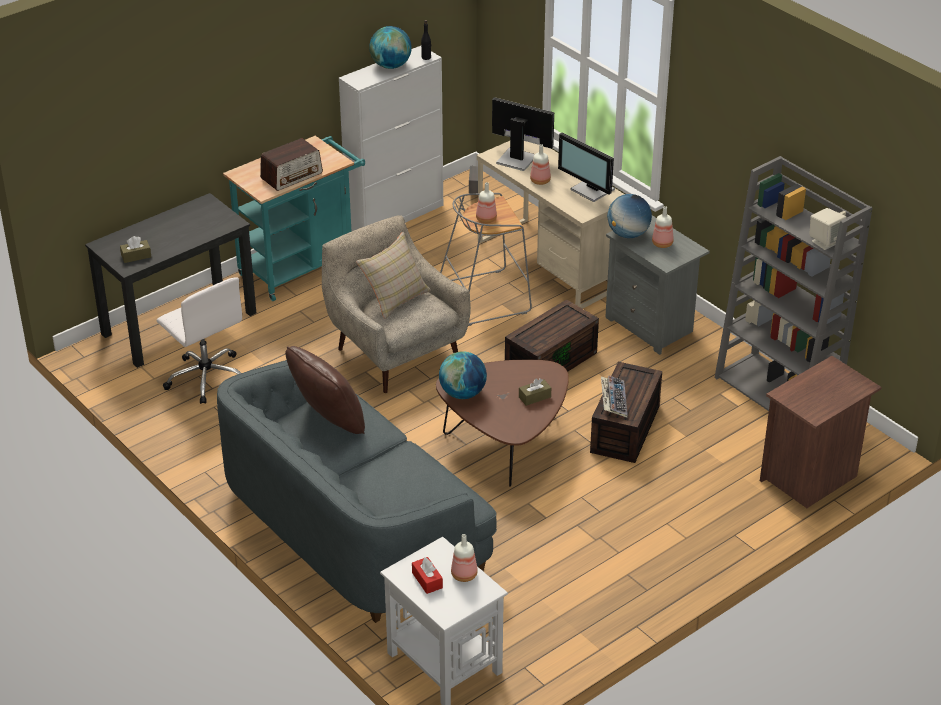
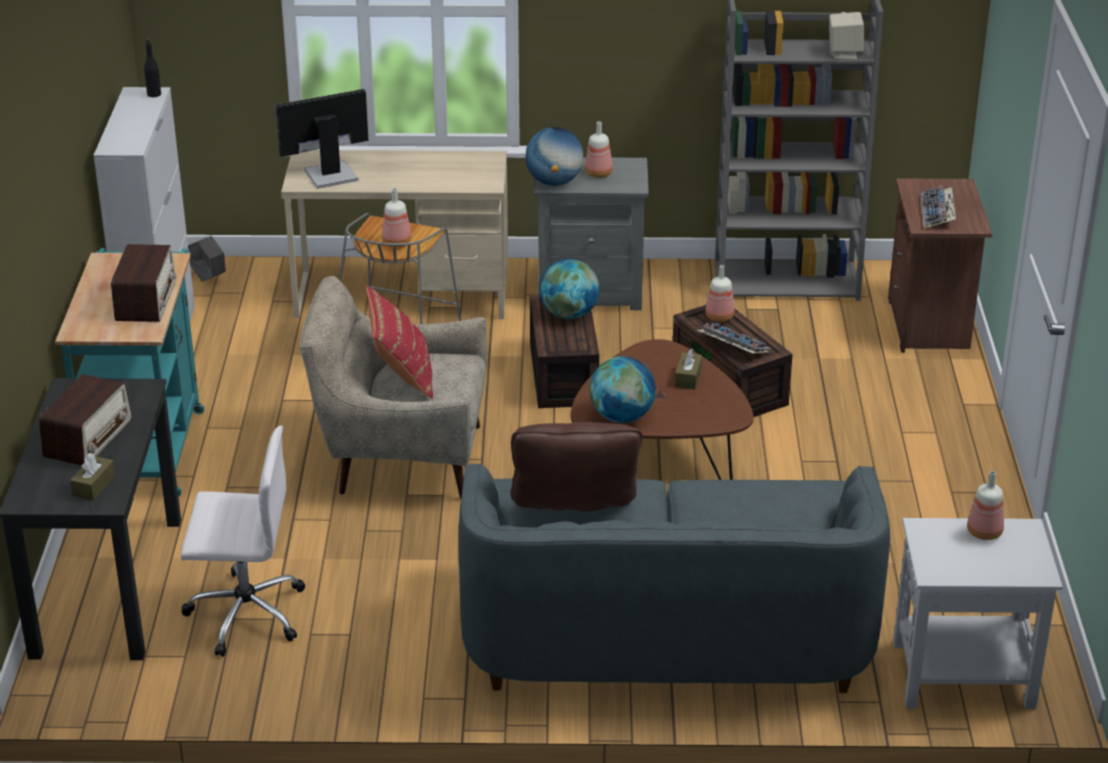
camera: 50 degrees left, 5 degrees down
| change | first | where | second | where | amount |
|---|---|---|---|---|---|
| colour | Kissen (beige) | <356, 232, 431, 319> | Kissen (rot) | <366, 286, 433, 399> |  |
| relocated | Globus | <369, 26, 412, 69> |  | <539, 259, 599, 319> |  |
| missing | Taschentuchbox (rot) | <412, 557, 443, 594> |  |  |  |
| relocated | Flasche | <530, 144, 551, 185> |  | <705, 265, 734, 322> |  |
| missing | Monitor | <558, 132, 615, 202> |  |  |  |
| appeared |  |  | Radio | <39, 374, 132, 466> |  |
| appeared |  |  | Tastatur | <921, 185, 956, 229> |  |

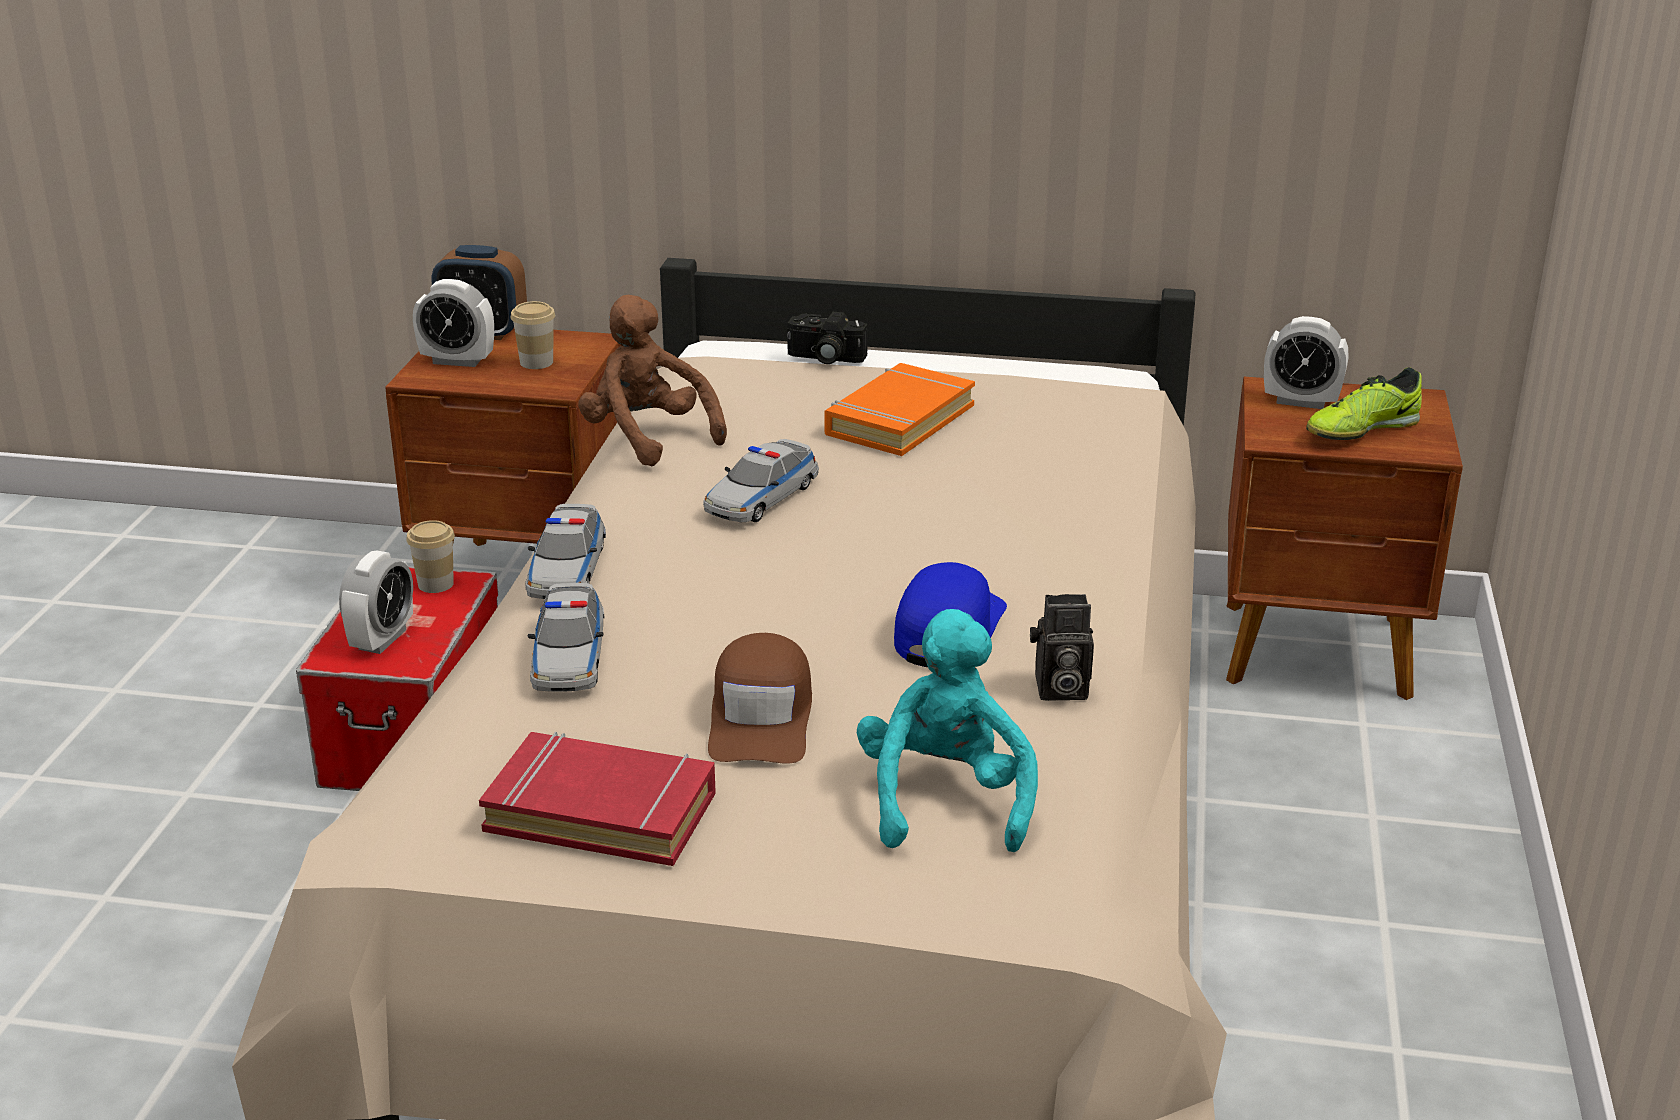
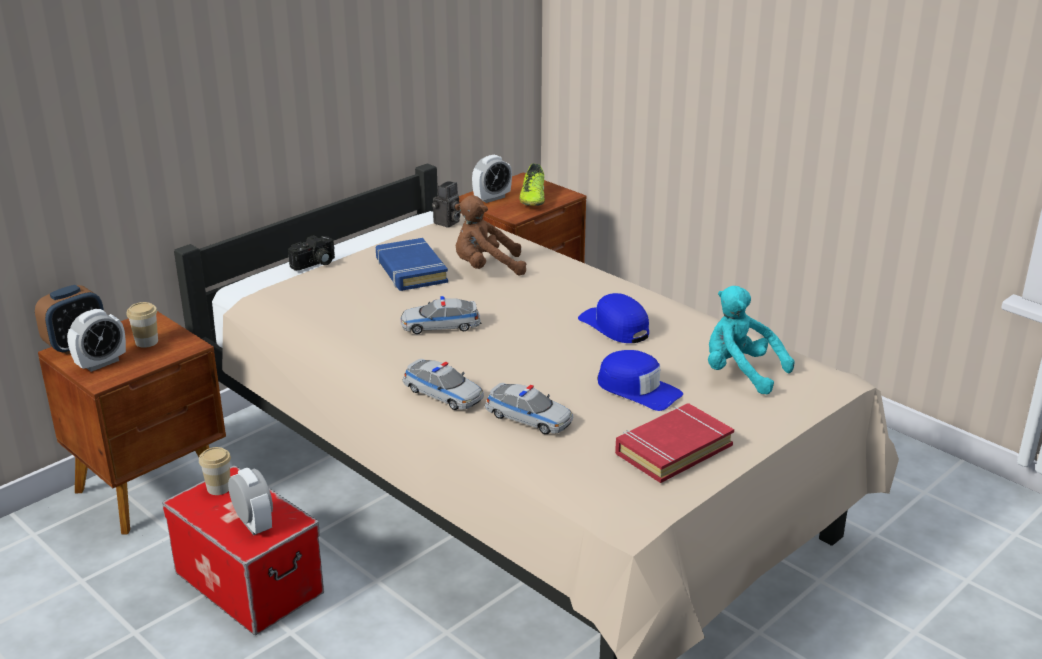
camera: 55 degrees left, 0 degrees up
| change | first | where | second | where | amount |
|---|---|---|---|---|---|
| relocated | Plüschtier (braun) | <578, 295, 727, 466> |  | <455, 195, 526, 276> |  |
| spun | Spielzeugauto | <703, 439, 819, 522> |  | <400, 296, 482, 334> | 105 degrees clockwise |
| colour | Kappe (braun) | <708, 633, 812, 764> | Kappe (blau) | <597, 350, 683, 411> |  |
| colour | Buch (orange) | <824, 363, 975, 456> | Buch (blau) | <376, 238, 448, 291> |  |
| relocated | Kamera | <1030, 594, 1094, 701> |  | <432, 181, 461, 228> |  |

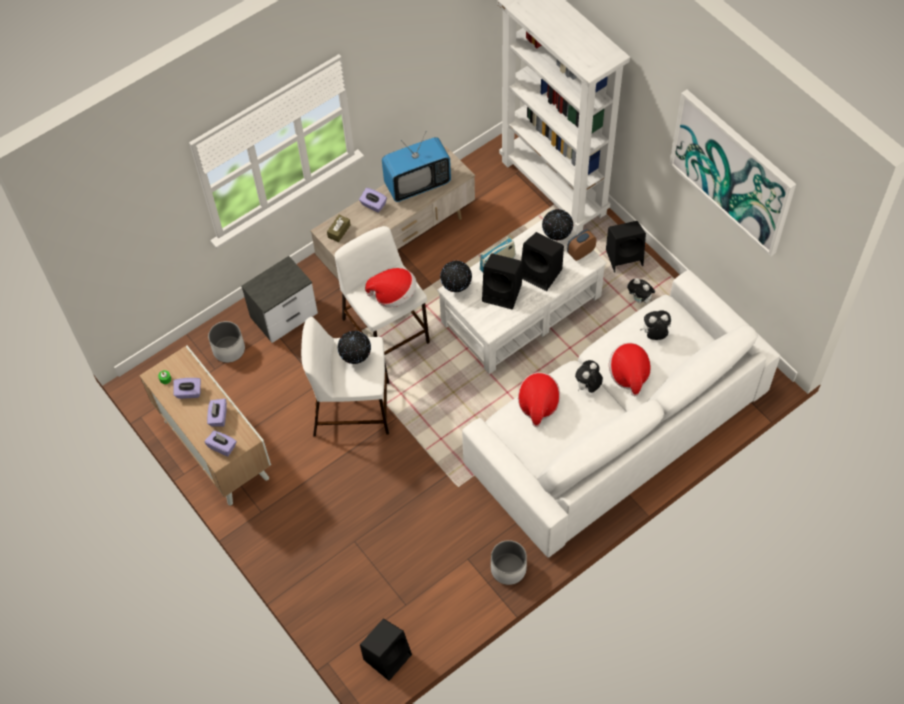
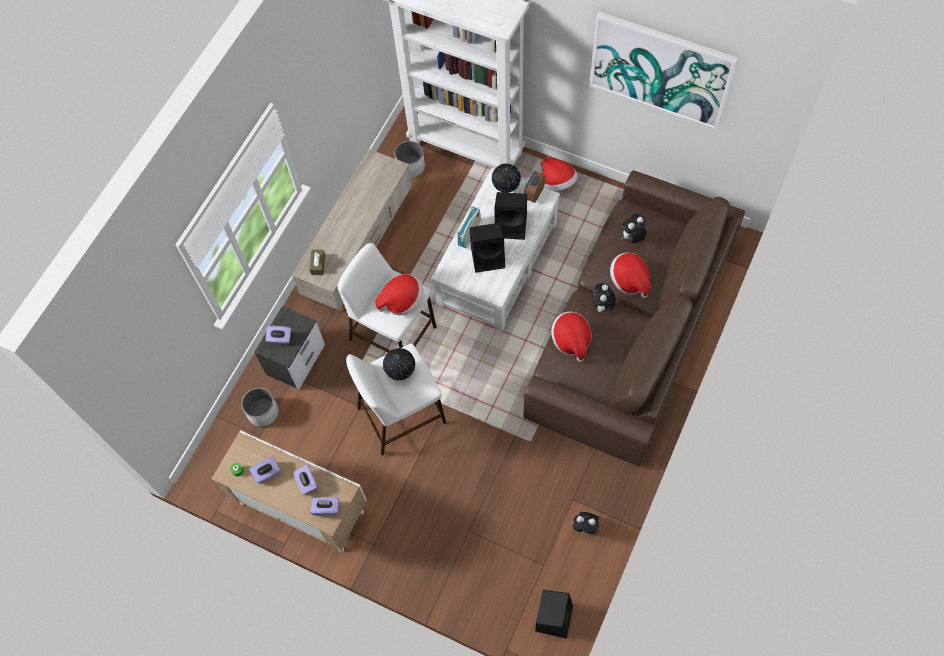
camera: 25 degrees left, 5 degrees up
| change | first | where | second | where | amount |
|---|---|---|---|---|---|
| relocated | Taschentuchbox (lila) | <359, 188, 387, 213> |  | <265, 326, 291, 345> |  |
| missing | Fernseher | <382, 131, 451, 202> |  |  |  |
| missing | Globus | <440, 261, 472, 292> |  |  |  |
| colour | Sofa (weiß) | <462, 270, 780, 558> | Sofa (braun) | <524, 170, 745, 467> |  |
| relocated | Pflanzkübel (weiß) | <491, 540, 527, 585> |  | <395, 141, 425, 178> |  |
| exchanged | Lautsprecher (schwarz) | <606, 221, 646, 273> | Hut | <540, 158, 578, 191> |  |
| relocated | Plüschtier | <627, 278, 655, 303> |  | <572, 512, 601, 534> |  |

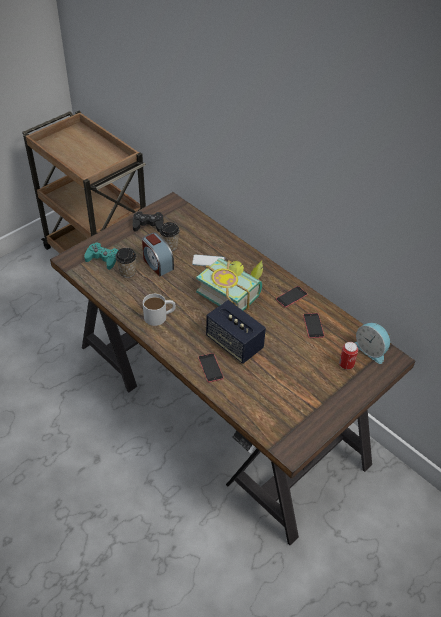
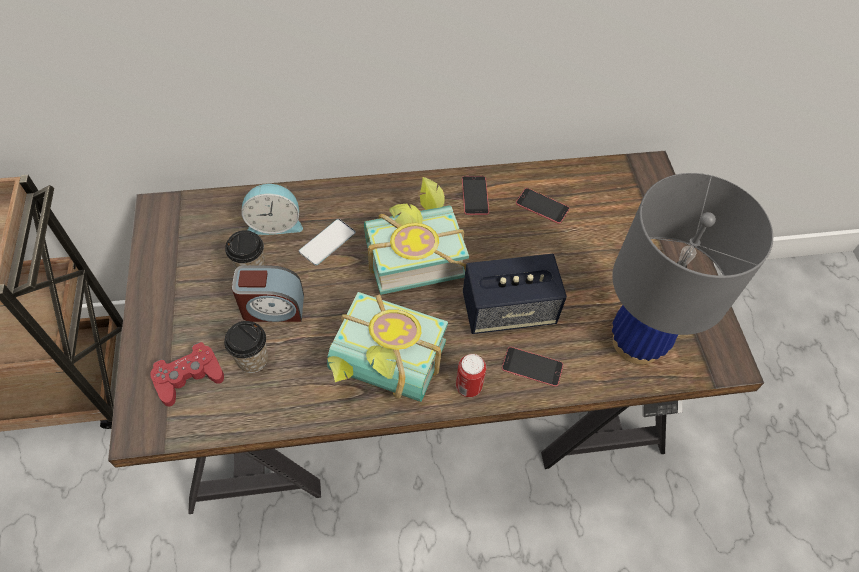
camera: 55 degrees left, 10 degrees up
| change | first | where | second | where | amount |
|---|---|---|---|---|---|
| colour | Gamepad (türkis) | <84, 242, 118, 270> | Gamepad (rot) | <150, 342, 224, 407> |  |
| missing | Gamepad (schwarz) | <132, 211, 164, 232> |  |  |  |
| exchanged | Henkelbecher (weiß) | <143, 294, 176, 326> | Buch | <327, 292, 448, 402> |  |
| relocated | Dose | <339, 342, 358, 370> |  | <456, 354, 486, 397> |  |
| relocated | Wecker | <355, 323, 390, 364> |  | <241, 184, 303, 235> |  |
| appeared |  |  | Tischlampe (grau) | <612, 173, 773, 364> |  |

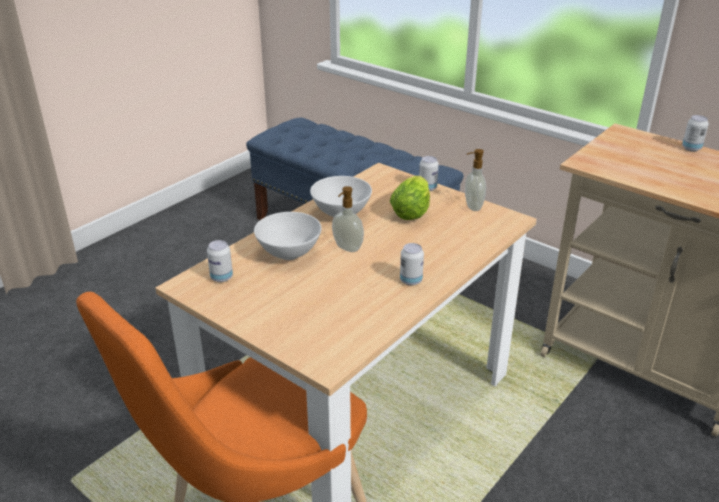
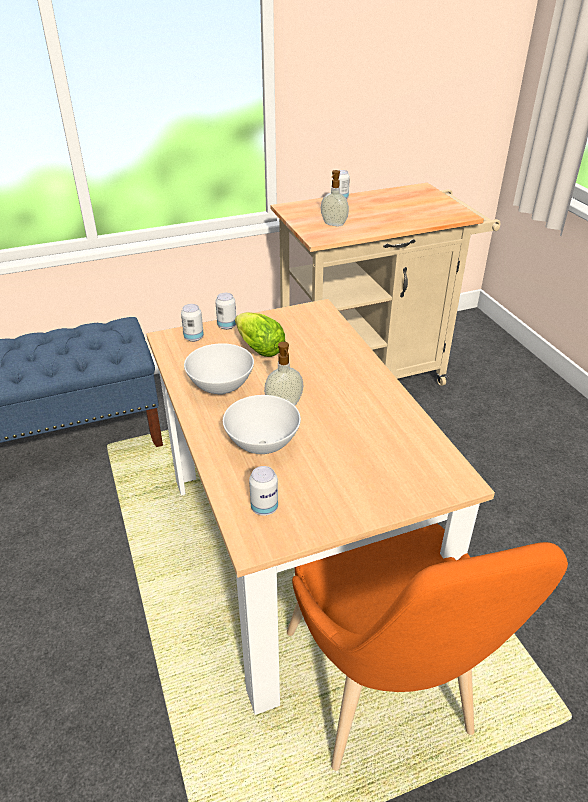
camera: 60 degrees left, 5 degrees up
| change | first | where | second | where | amount |
|---|---|---|---|---|---|
| relocated | Dose | <400, 243, 424, 286> |  | <181, 304, 204, 342> |  |
| relocated | Seifenspender | <465, 149, 486, 211> |  | <321, 170, 349, 226> |  |

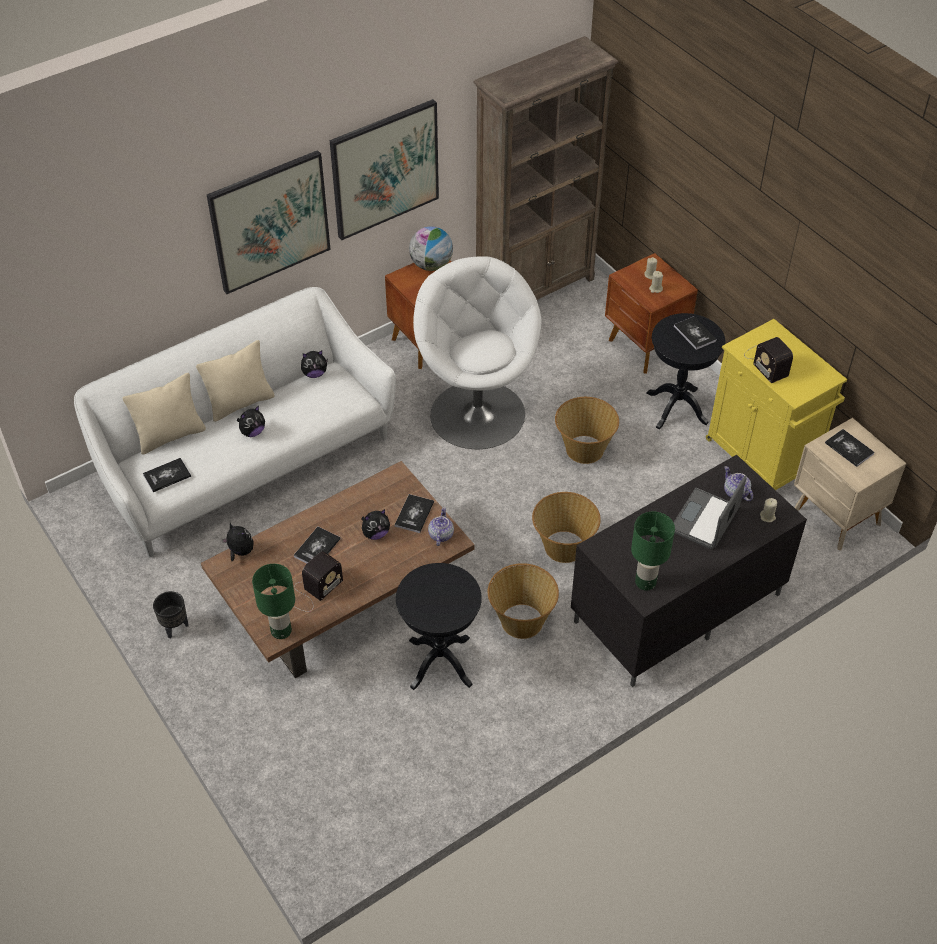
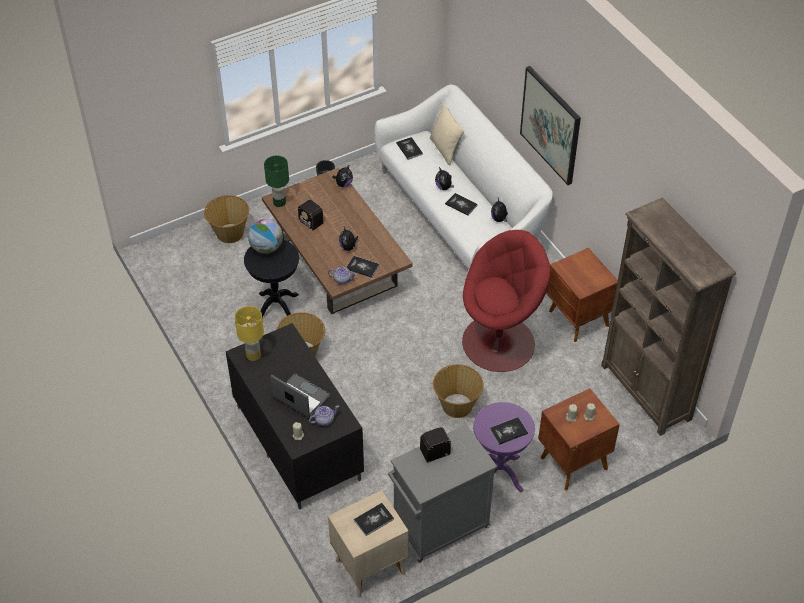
camera: 95 degrees right, 0 degrees up
| change | first | where | second | where | amount |
|---|---|---|---|---|---|
| missing | Kissen (beige) | <196, 340, 275, 422> |  |  |  |
| relocated | Buch | <294, 527, 341, 563> |  | <445, 193, 478, 216> |  |
| missing | Bild | <330, 99, 439, 240> |  |  |  |
| relocated | Globus | <409, 226, 453, 271> |  | <248, 219, 283, 254> |  |
| colour | Sessel (weiß) | <413, 256, 542, 449> | Sessel (rot) | <462, 230, 551, 372> |  |
| relocated | Korb | <532, 492, 601, 563> |  | <204, 195, 249, 243> |  |
| colour | Tischlampe (grün) | <631, 511, 675, 591> | Tischlampe (gelb) | <235, 306, 264, 361> |  |
| colour | Beistelltisch (schwarz) | <646, 313, 725, 429> | Beistelltisch (lila) | <473, 402, 535, 492> |  |
| colour | Schrank (gelb) | <706, 319, 847, 490> | Schrank (grau) | <388, 424, 497, 563> |  |

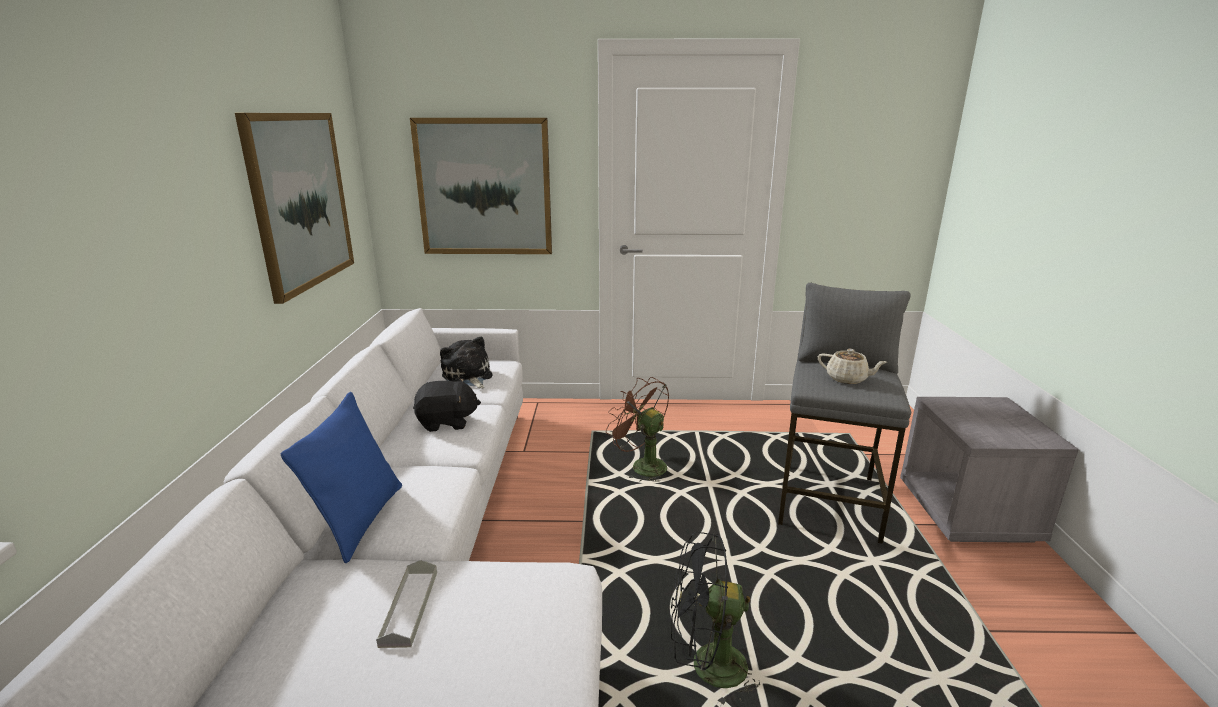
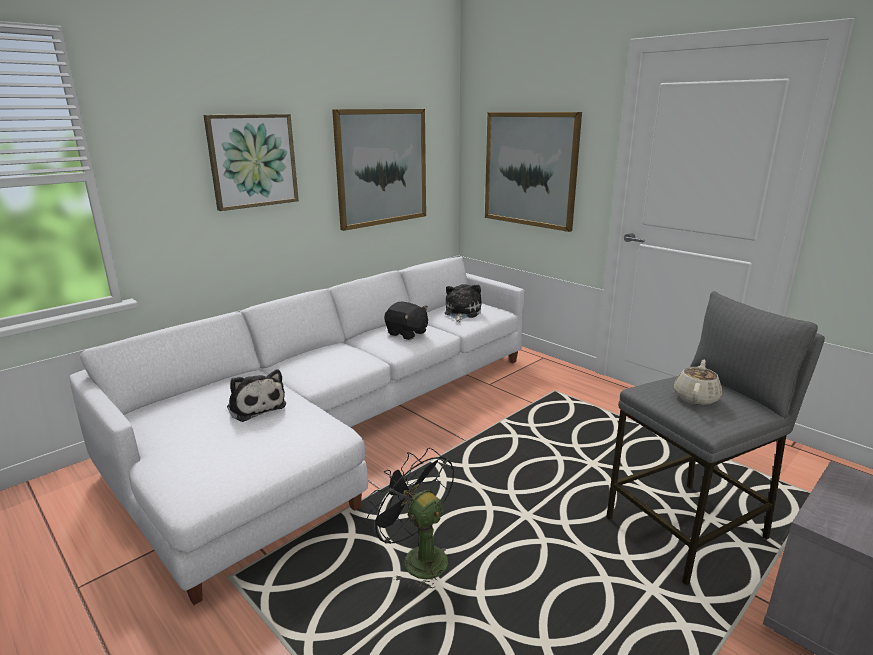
camera: 45 degrees right, 0 degrees up
| change | first | where | second | where | amount |
|---|---|---|---|---|---|
| missing | Kissen (blau) | <281, 392, 402, 563> |  |  |  |
| exchanged | Tablett (grau) | <376, 560, 437, 648> | Plüschtier | <227, 370, 286, 422> |  |
| missing | Ventilator (braun) | <606, 377, 669, 482> |  |  |  |
| spun | Teekanne (beige) | <818, 349, 887, 384> |  | <674, 360, 722, 405> | 135 degrees counterclockwise |
| appeared |  |  | Bild | <203, 114, 299, 211> |  |

